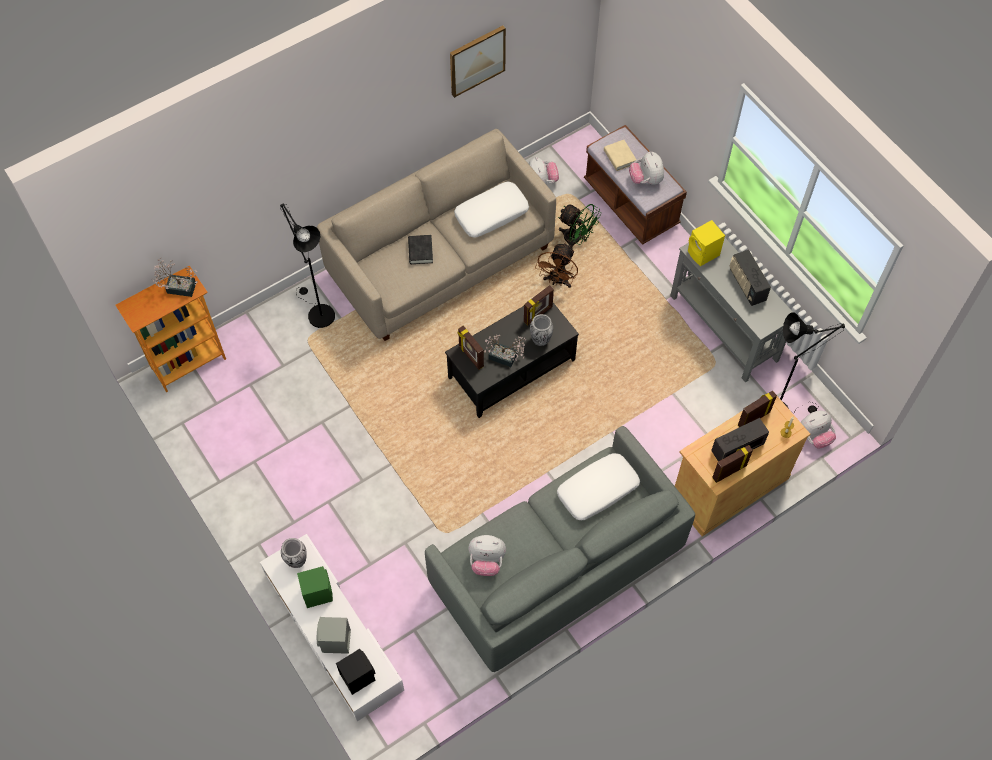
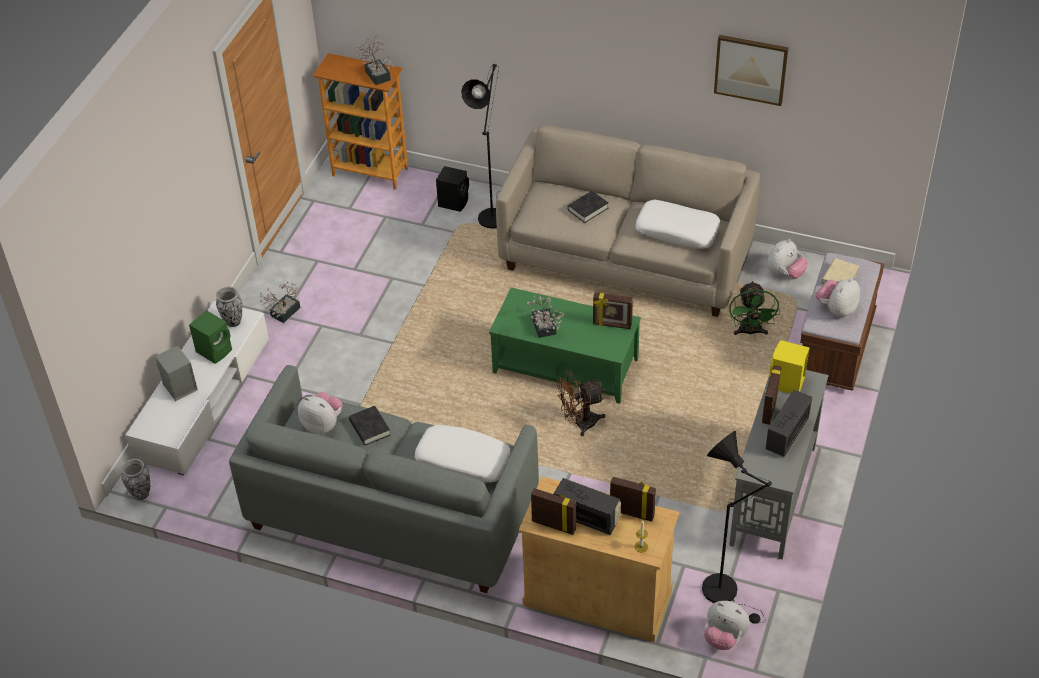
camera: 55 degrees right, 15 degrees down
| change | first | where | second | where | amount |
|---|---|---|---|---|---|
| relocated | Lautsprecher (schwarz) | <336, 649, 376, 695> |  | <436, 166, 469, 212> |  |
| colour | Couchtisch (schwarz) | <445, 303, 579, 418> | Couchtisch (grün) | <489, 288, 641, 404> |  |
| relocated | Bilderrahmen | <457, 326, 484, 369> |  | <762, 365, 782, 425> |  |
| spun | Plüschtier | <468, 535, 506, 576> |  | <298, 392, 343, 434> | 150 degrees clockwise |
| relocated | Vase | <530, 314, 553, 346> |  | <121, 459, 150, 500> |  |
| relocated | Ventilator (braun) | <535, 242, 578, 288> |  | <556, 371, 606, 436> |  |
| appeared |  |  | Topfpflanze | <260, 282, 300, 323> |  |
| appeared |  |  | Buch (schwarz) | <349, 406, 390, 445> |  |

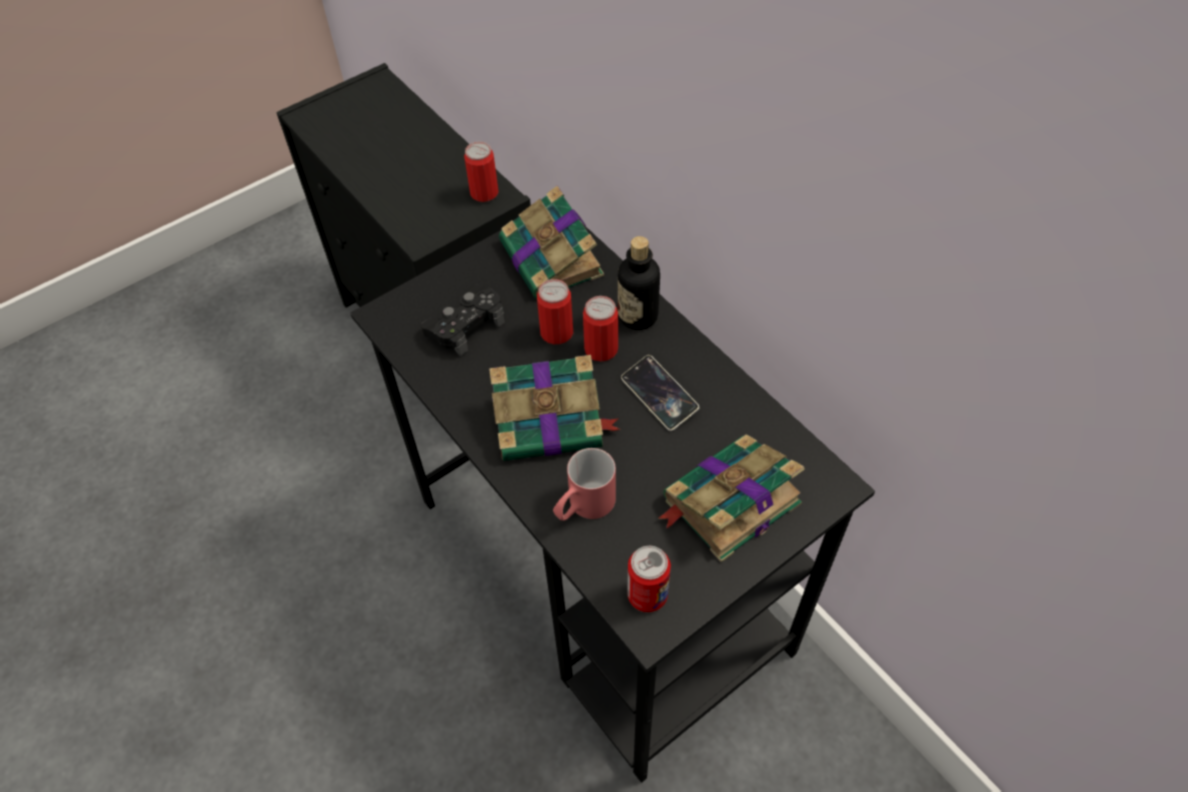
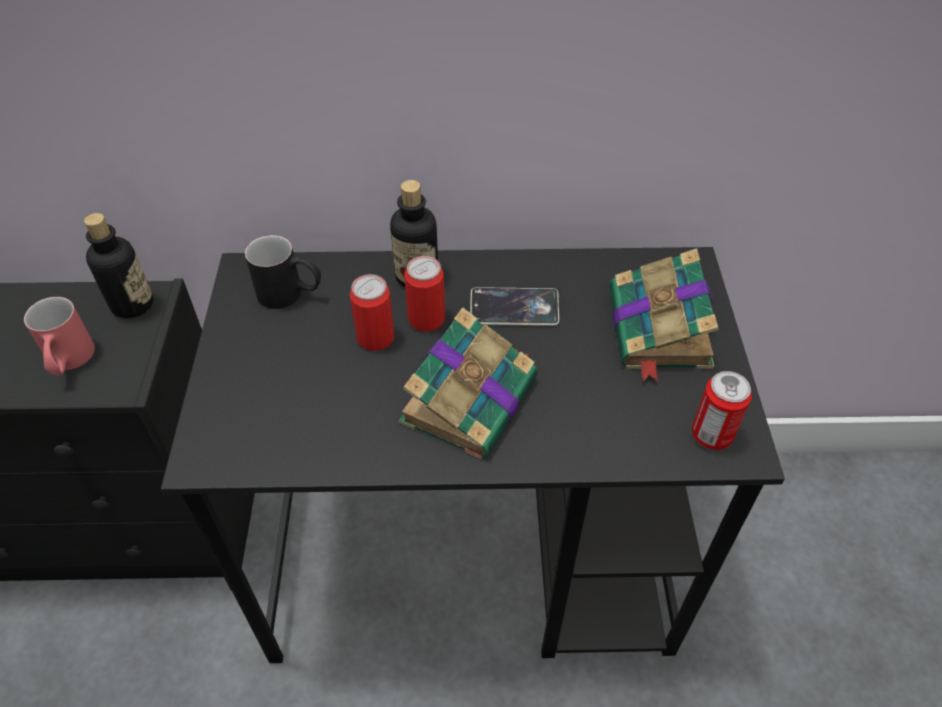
camera: 55 degrees left, 5 degrees down
| change | first | where | second | where | amount |
|---|---|---|---|---|---|
| missing | Gamepad (schwarz) | <421, 285, 505, 356> |  |  |  |
| exchanged | Dose | <464, 142, 499, 202> | Flasche | <84, 213, 153, 318> |  |
| exchanged | Buch | <499, 186, 604, 299> | Henkelbecher (schwarz) | <245, 235, 321, 309> |  |
| relocated | Henkelbecher (rot) | <553, 448, 616, 521> |  | <24, 297, 95, 376> |  |

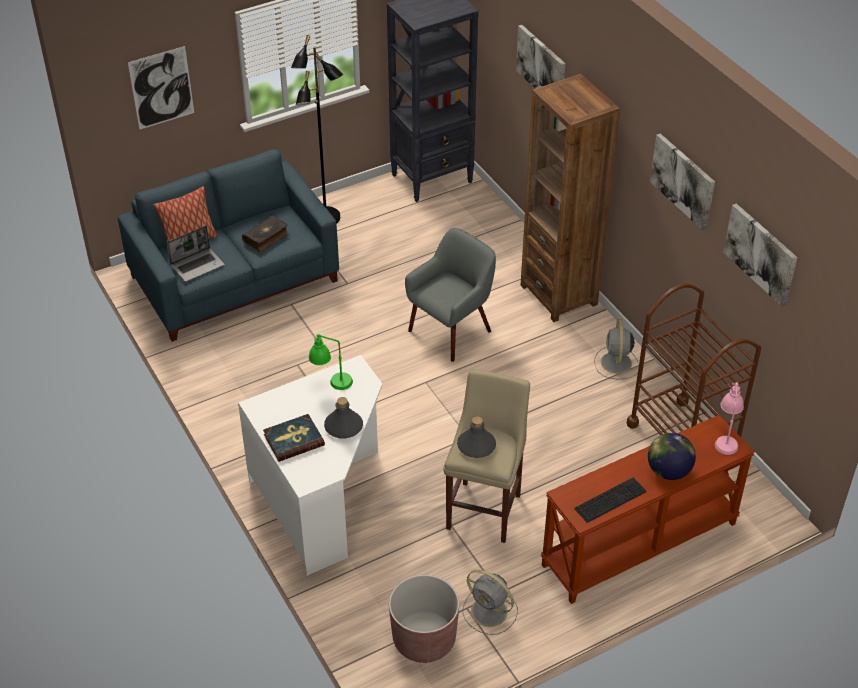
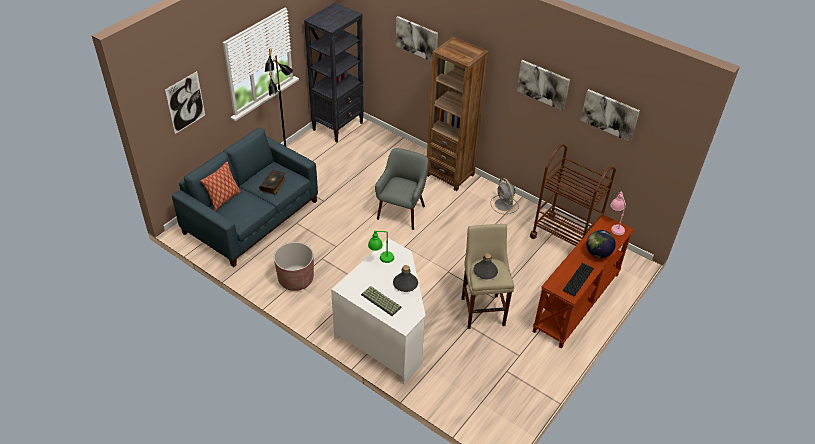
camera: 25 degrees left, 0 degrees up
| change | first | where | second | where | amount |
|---|---|---|---|---|---|
| missing | Laptop | <167, 226, 225, 282> |  |  |  |
| exchanged | Buch | <263, 414, 325, 462> | Tastatur | <361, 286, 402, 316> |  |
| relocated | Pflanzkübel (braun) | <389, 575, 459, 663> |  | <274, 242, 314, 291> |  |
| missing | Ventilator (grau) | <462, 569, 518, 635> |  |  |  |

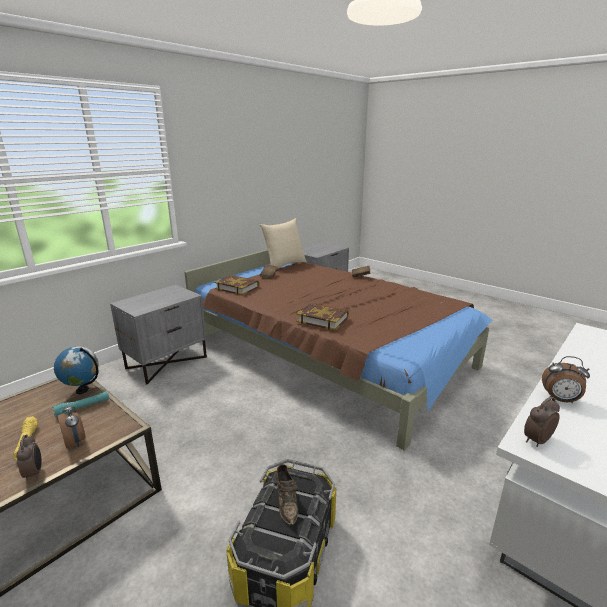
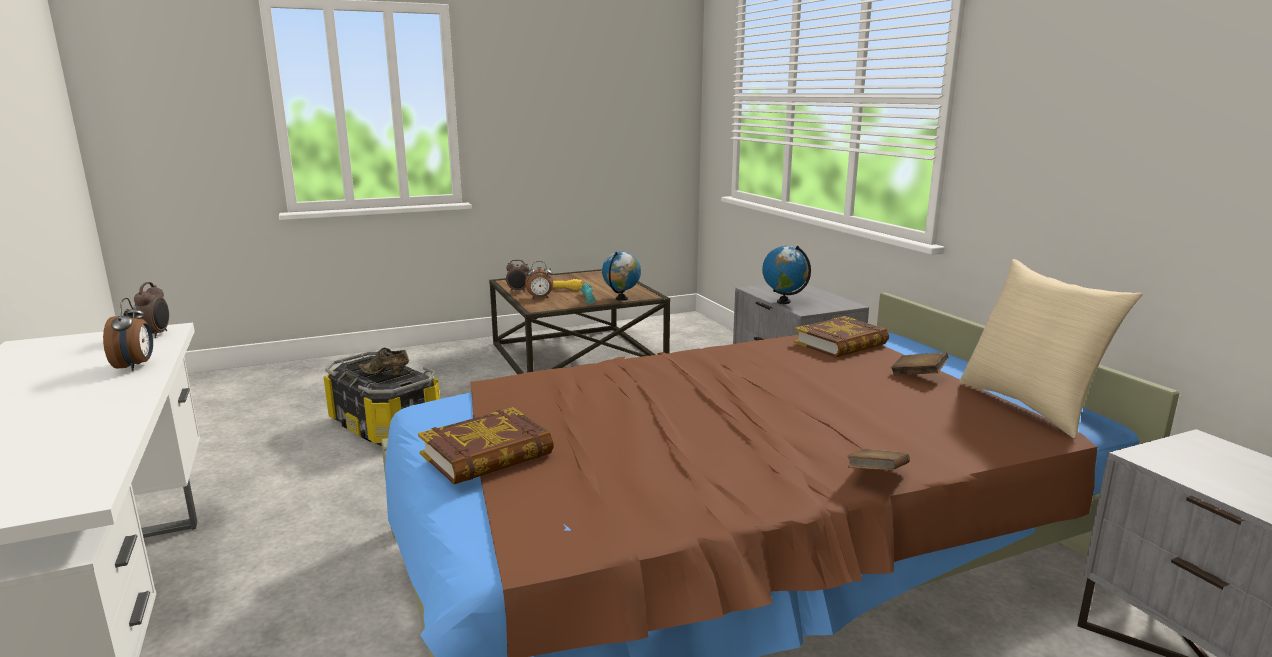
camera: 115 degrees right, 5 degrees down
| change | first | where | second | where | amount |
|---|---|---|---|---|---|
| relocated | Buch | <296, 303, 349, 331> |  | <418, 407, 554, 484> |  |
| spun | Wecker | <542, 356, 590, 403> |  | <103, 298, 153, 371> | 120 degrees clockwise |
| appeared |  |  | Globus | <762, 245, 811, 304> |  |

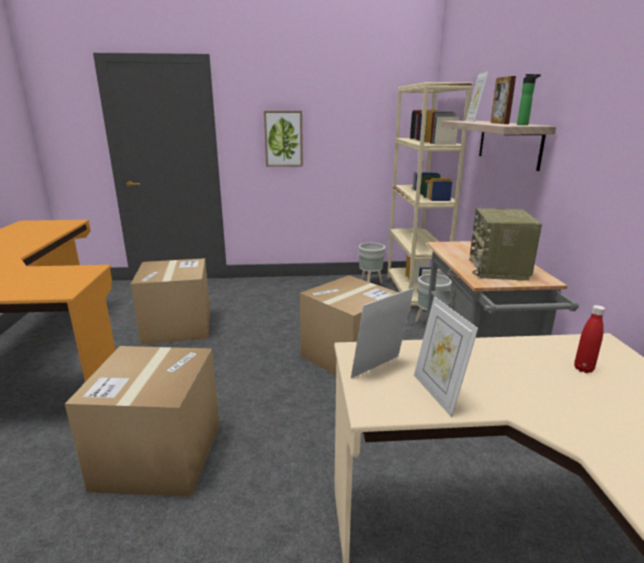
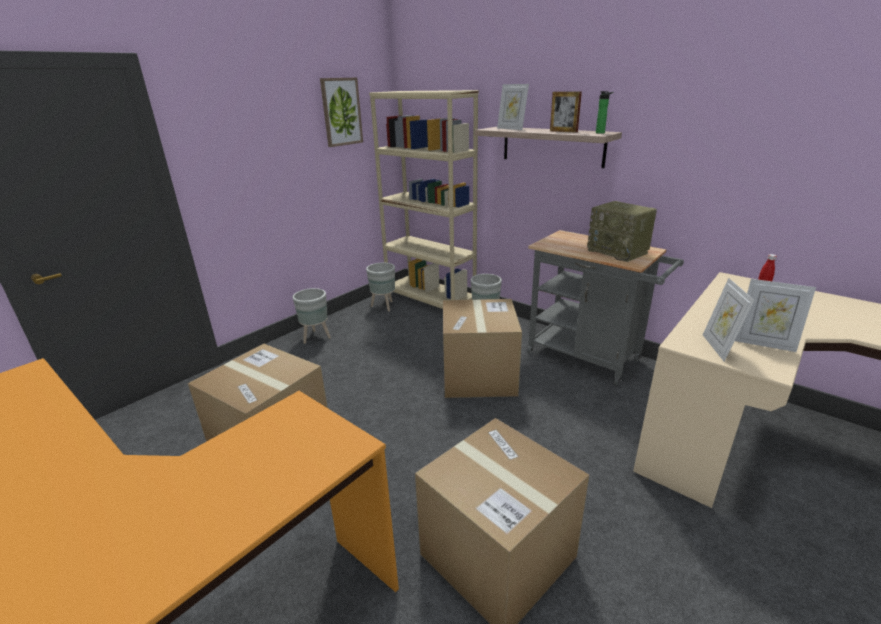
camera: 45 degrees left, 5 degrees up
| change | first | where | second | where | amount |
|---|---|---|---|---|---|
| relocated | Bild | <264, 111, 303, 167> |  | <320, 78, 363, 147> |  |
| appeared |  |  | Pflanzkübel (grau) | <293, 288, 331, 344> |  |

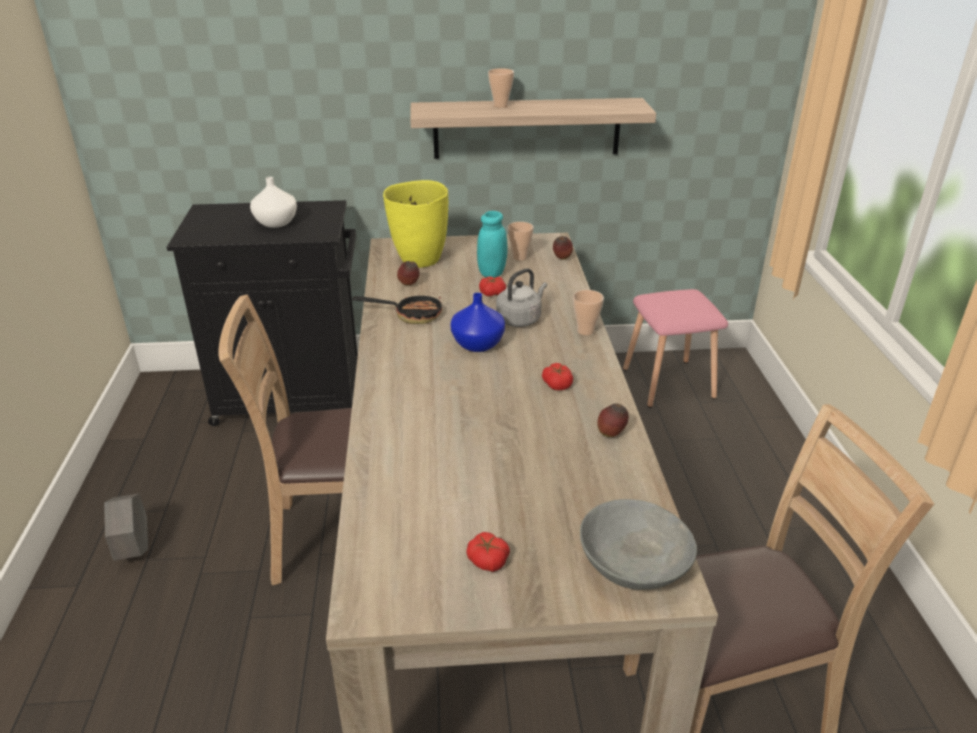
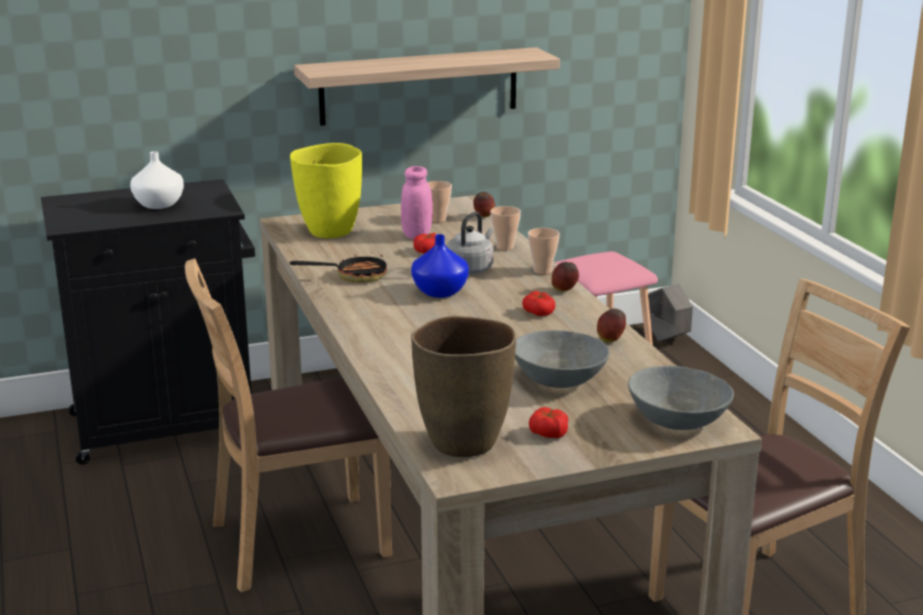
camera: 15 degrees left, 10 degrees down
| change | first | where | second | where | amount |
|---|---|---|---|---|---|
| relocated | Pflanzkübel (grau) | <104, 493, 148, 561> |  | <648, 284, 693, 341> |  |
| relocated | Apfel | <397, 261, 419, 285> |  | <551, 262, 579, 291> |  |
| colour | Vorratsglas (türkis) | <477, 211, 508, 277> | Vorratsglas (rosa) | <401, 166, 433, 239> |  |
| relocated | Tasse | <488, 68, 514, 107> |  | <491, 206, 521, 250> |  |
| appeared |  |  | Vase (braun) | <411, 316, 516, 457> |  |
| appeared |  |  | Schüssel (grau) | <515, 330, 610, 388> |  |

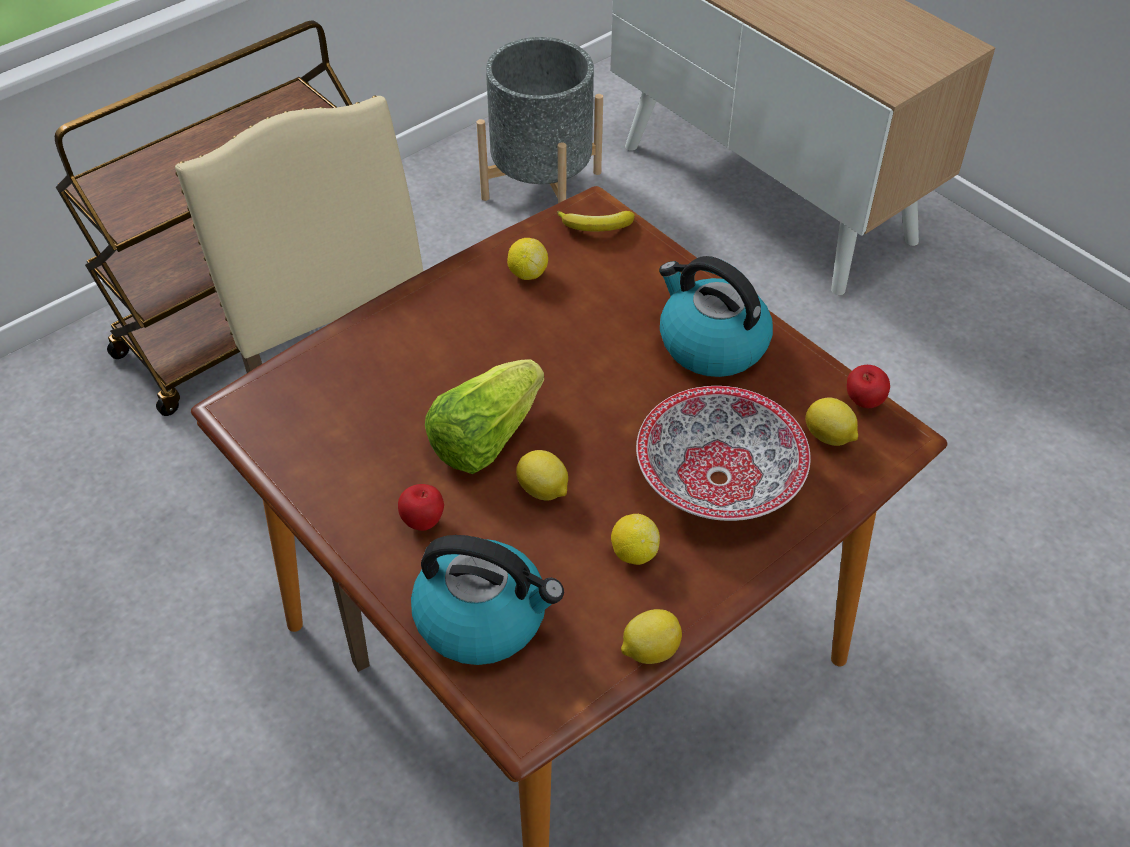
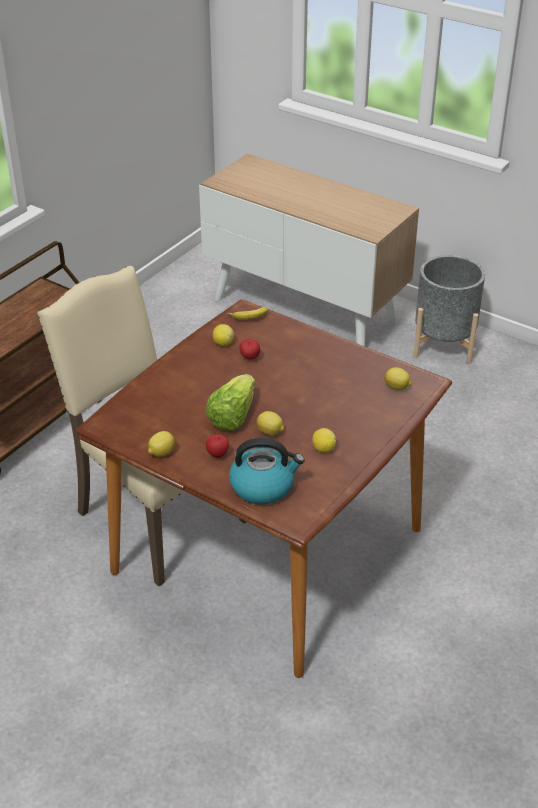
camera: 15 degrees left, 10 degrees down
| change | first | where | second | where | amount |
|---|---|---|---|---|---|
| relocated | Pflanzkübel (grau) | <477, 37, 603, 203> |  | <413, 255, 485, 364> |  |
| relocated | Zitrone | <621, 609, 682, 664> |  | <148, 431, 175, 457> |  |
| missing | Schüssel | <636, 386, 811, 521> |  |  |  |
| missing | Wasserkessel | <659, 256, 773, 377> |  |  |  |
| relocated | Apfel | <847, 365, 890, 408> |  | <240, 339, 260, 360> |  |

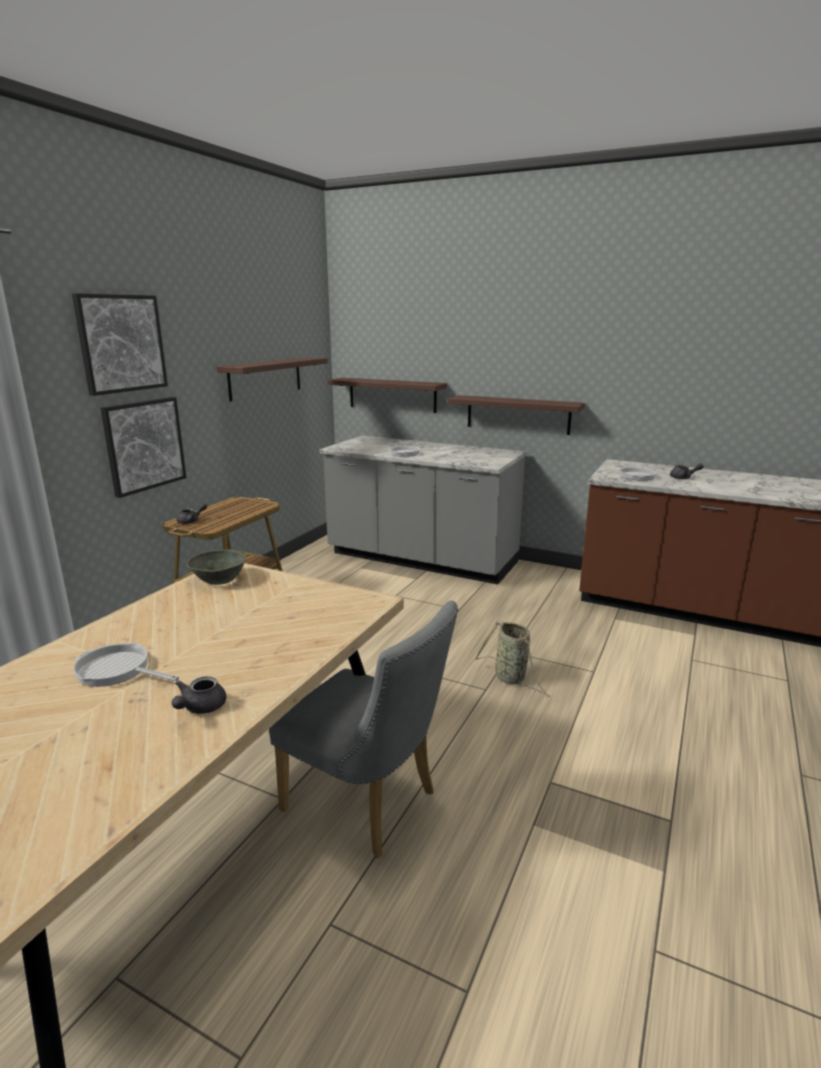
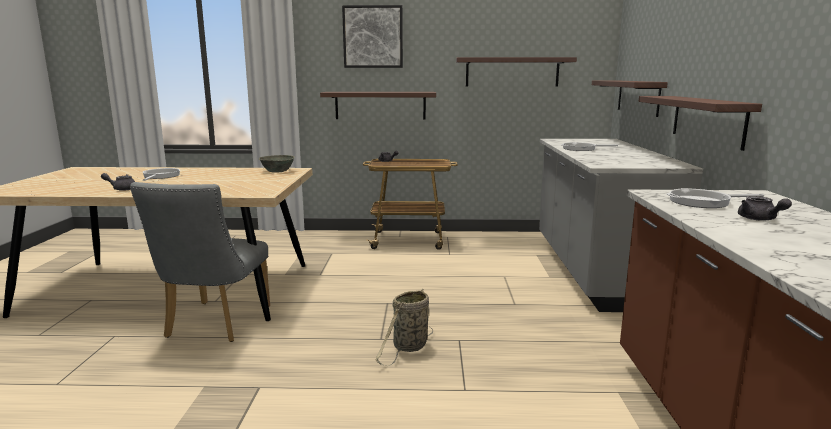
camera: 65 degrees right, 5 degrees down
| change | first | where | second | where | amount |
|---|---|---|---|---|---|
| exchanged | Bild | <100, 397, 186, 498> | Wandregal | <320, 92, 436, 119> |  |

